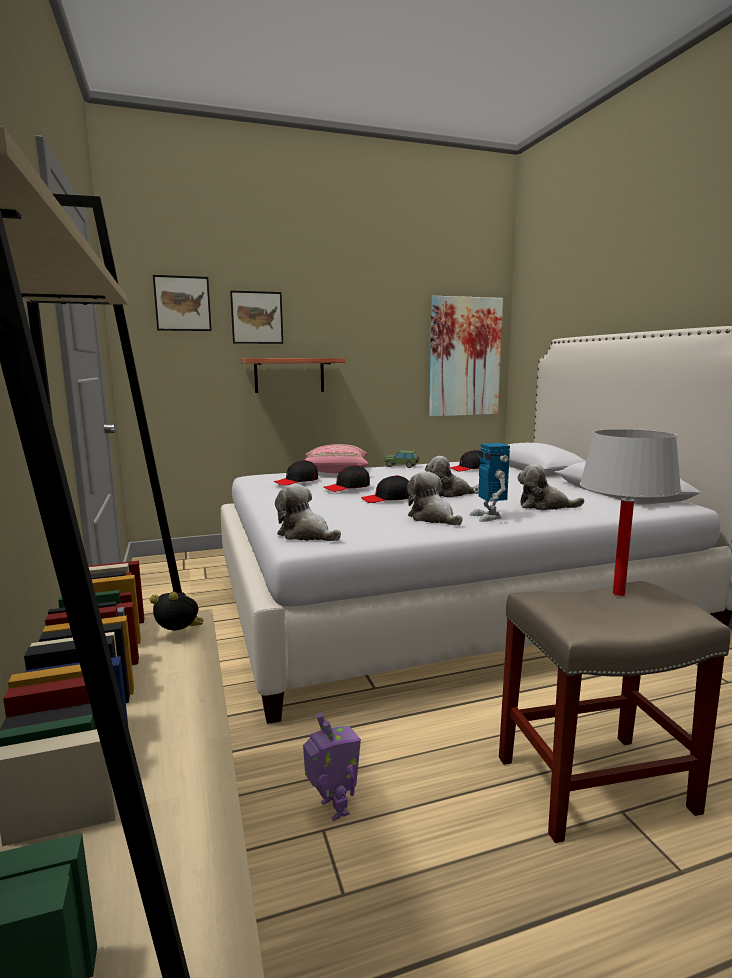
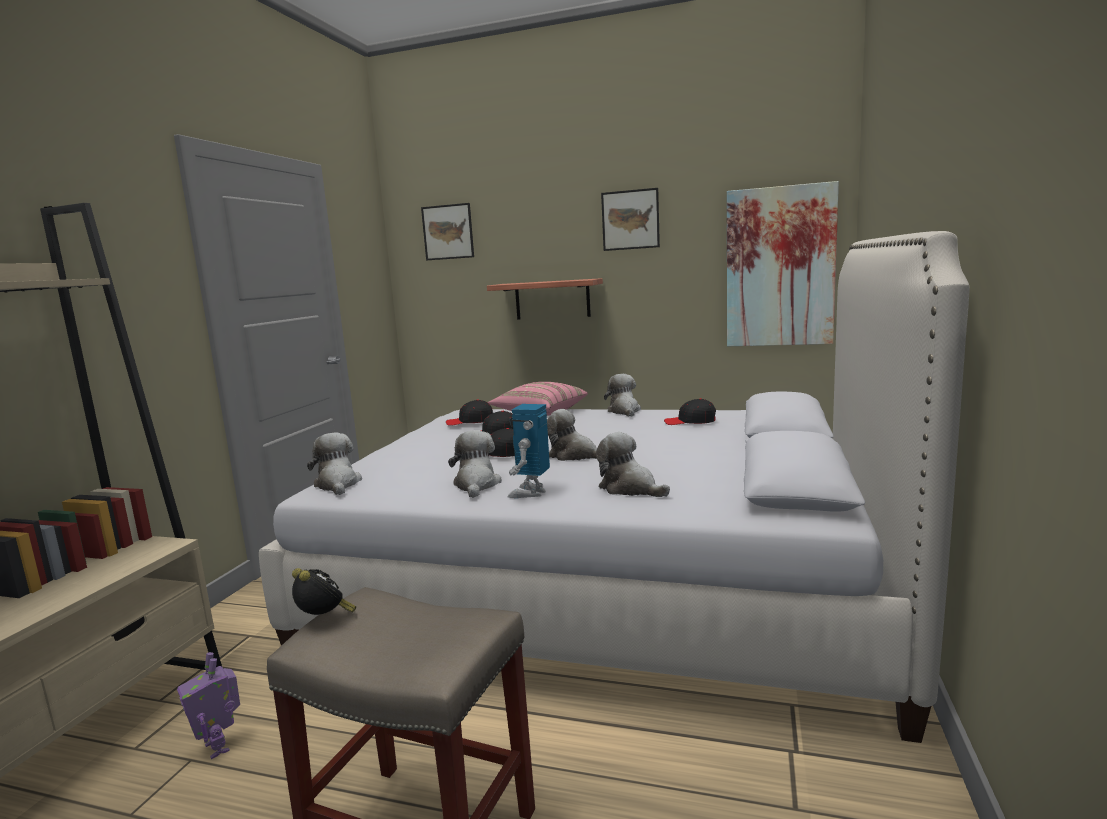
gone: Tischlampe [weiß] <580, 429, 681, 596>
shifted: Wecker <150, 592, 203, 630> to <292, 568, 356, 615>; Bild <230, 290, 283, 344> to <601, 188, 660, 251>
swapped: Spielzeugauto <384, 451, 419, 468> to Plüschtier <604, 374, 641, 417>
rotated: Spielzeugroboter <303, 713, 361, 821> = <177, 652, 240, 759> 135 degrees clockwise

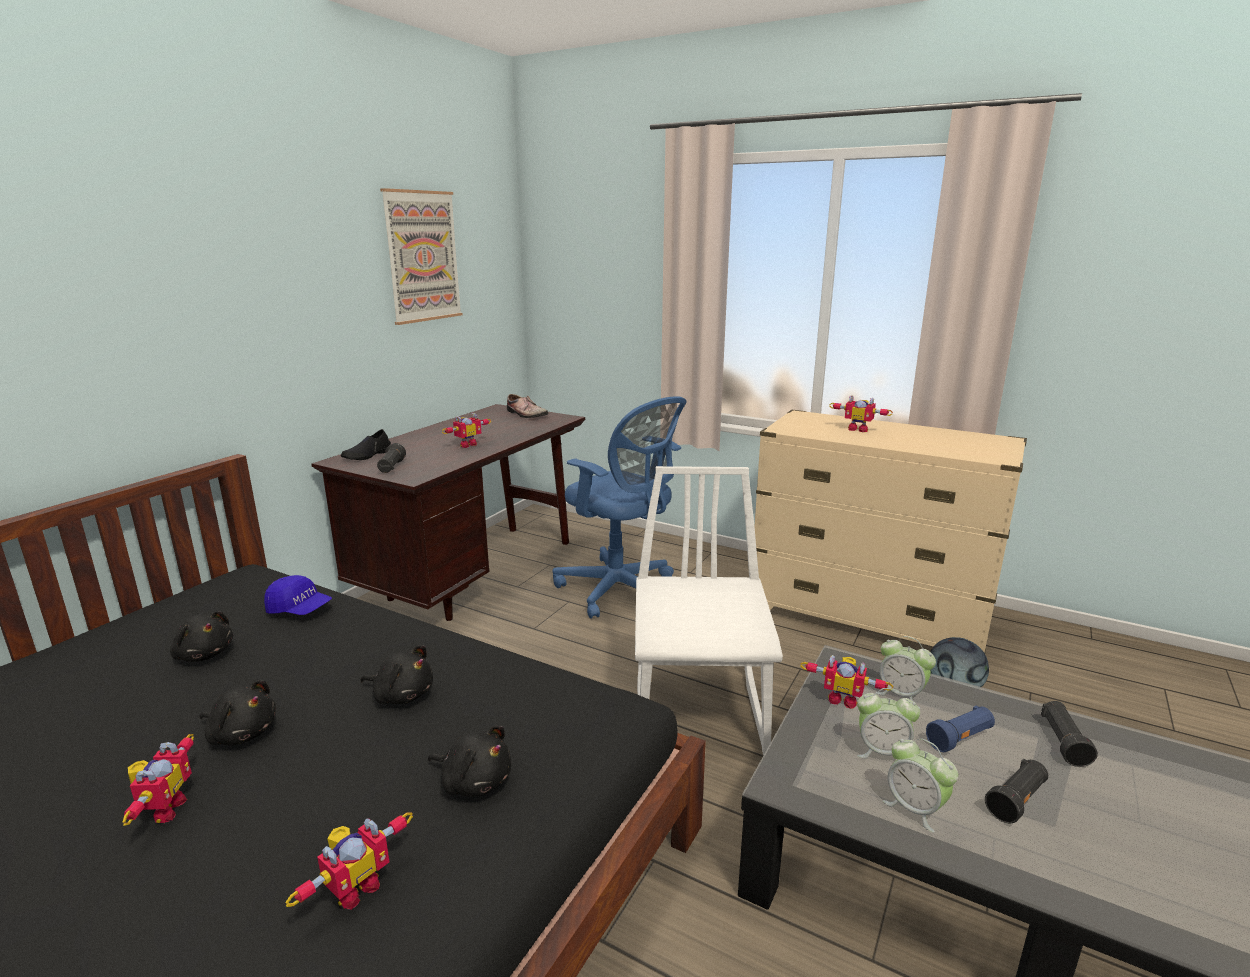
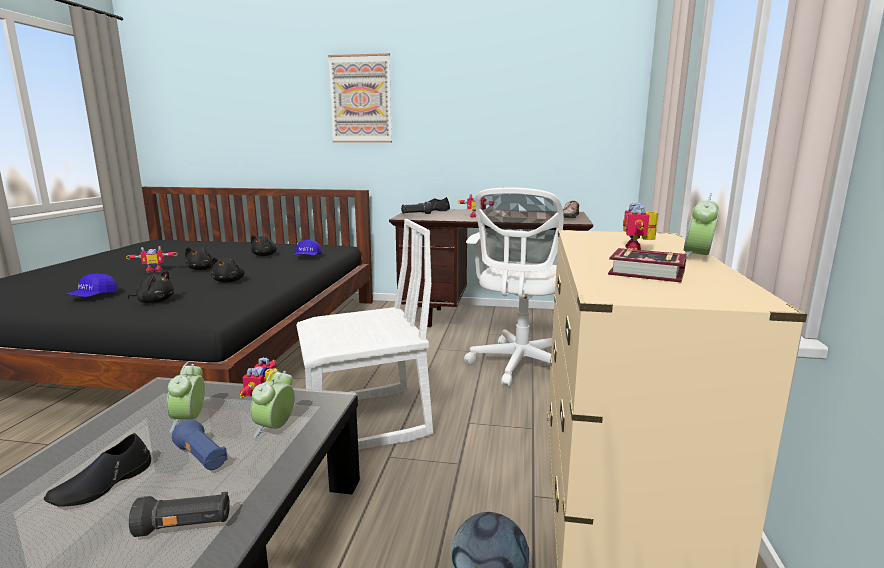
new: Buch <608, 248, 687, 282>
shifted: Bild <380, 188, 463, 325> to <328, 53, 392, 142>; Wecker <883, 738, 958, 833> to <684, 193, 719, 260>
swapped: Spielzeugroboter <285, 812, 413, 910> to Kappe [blau] <65, 273, 118, 297>; Taschenlampe [schwarz] <985, 759, 1048, 823> to Schuh [schwarz] <44, 433, 151, 507>
repainted: Bürostuhl [blau] <553, 396, 686, 619> to Bürostuhl [weiß] <464, 187, 564, 387>
rotated: Plüschtier [schwarz] <428, 726, 511, 797> = <127, 271, 174, 303> 90 degrees counterclockwise

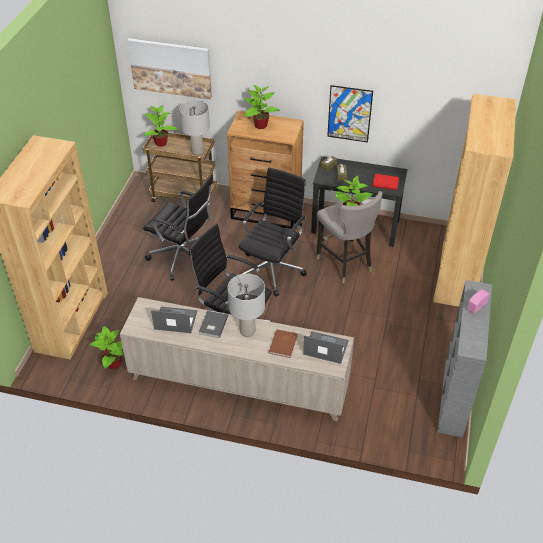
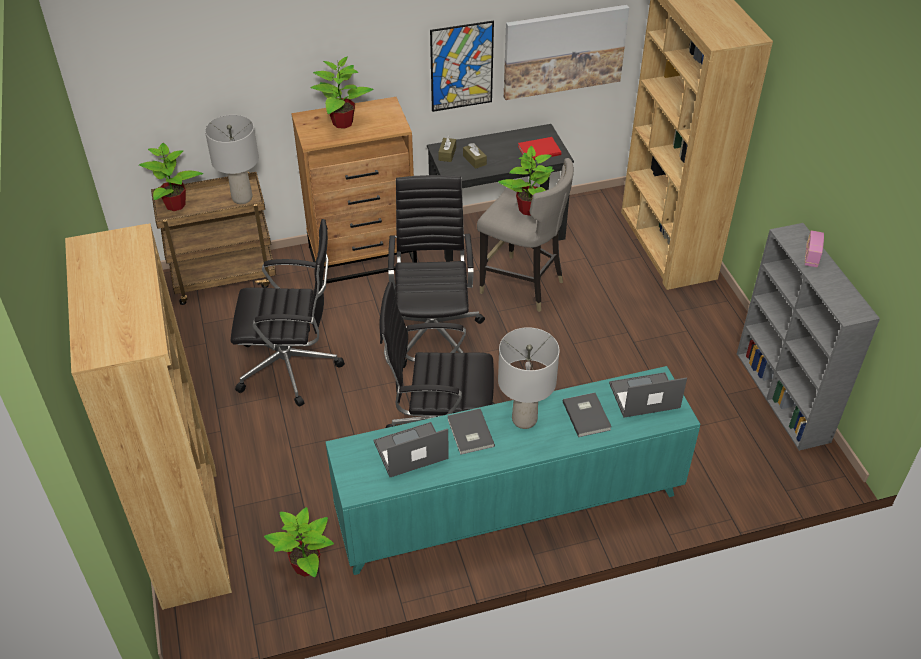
shifted: Bild <127, 38, 212, 100> to <504, 5, 629, 100>
repainted: Schrank [beige] <120, 297, 354, 422> to Schrank [türkis] <325, 366, 700, 575>; Buch [braun] <269, 329, 298, 358> to Buch [grau] <563, 393, 612, 437>

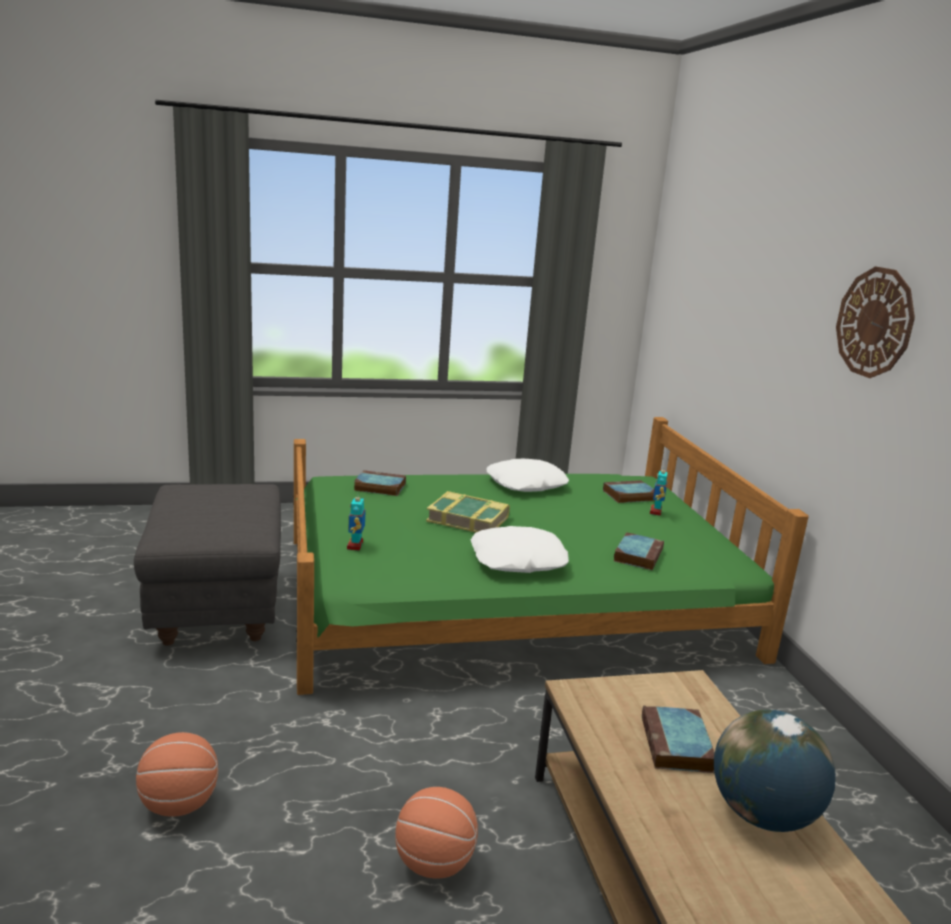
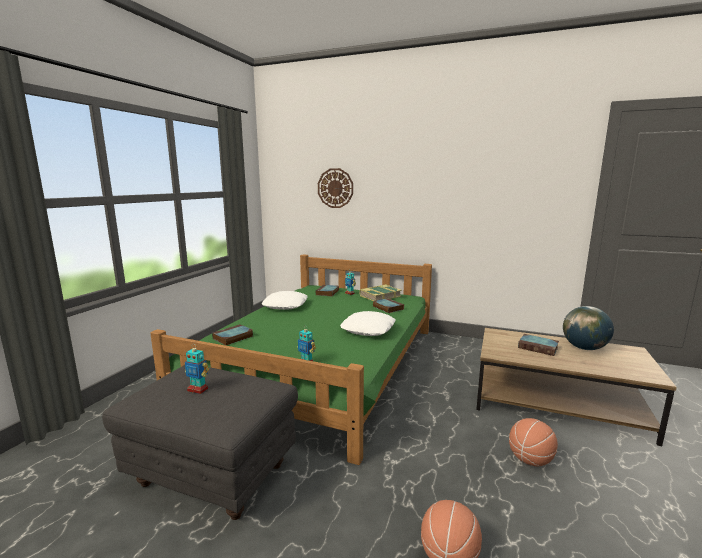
new: Spielzeugroboter <185, 347, 209, 394>
shifted: Buch <426, 491, 510, 533> to <359, 284, 402, 301>; Wanduhr <836, 267, 915, 378> to <318, 168, 353, 208>

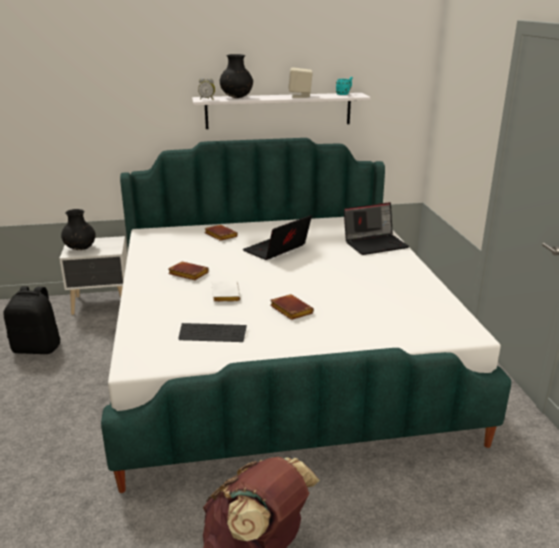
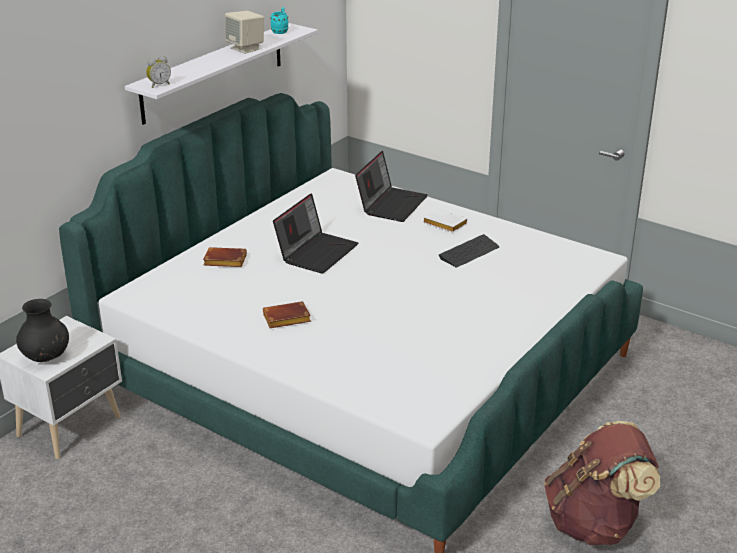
gone: Rucksack [schwarz] <3, 286, 61, 354>; Vase [schwarz] <220, 54, 253, 98>; Buch [braun] <270, 294, 314, 320>
shifted: Tastatur <178, 323, 247, 342> to <439, 234, 499, 267>; Buch [weiß] <212, 281, 241, 302> to <423, 209, 468, 233>
rotated: Laptop <243, 215, 312, 260> = <273, 193, 358, 274> 150 degrees counterclockwise

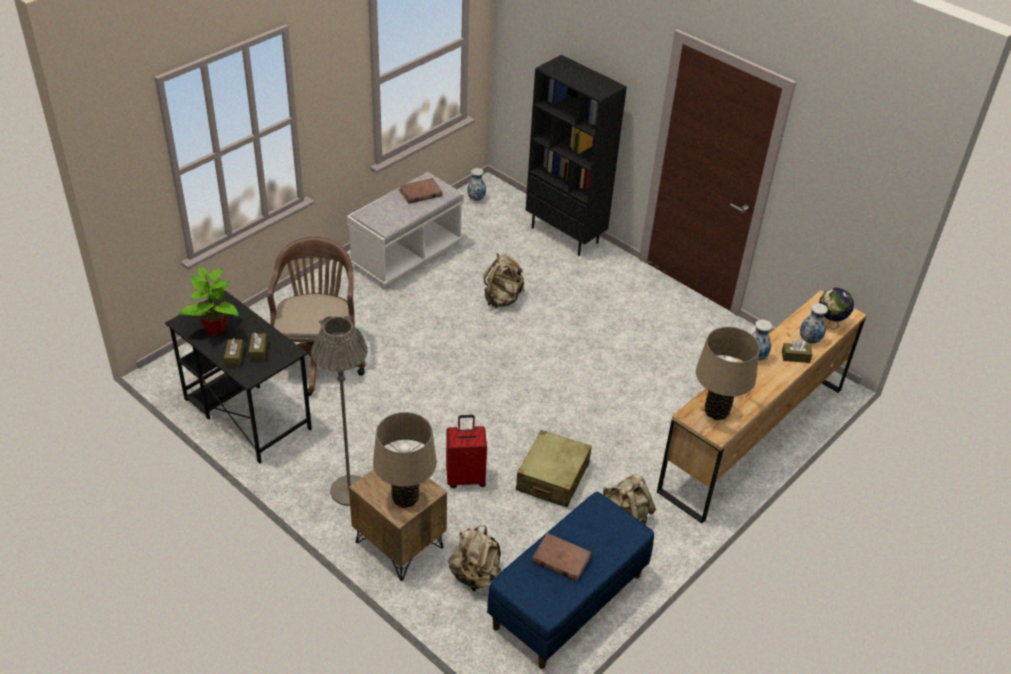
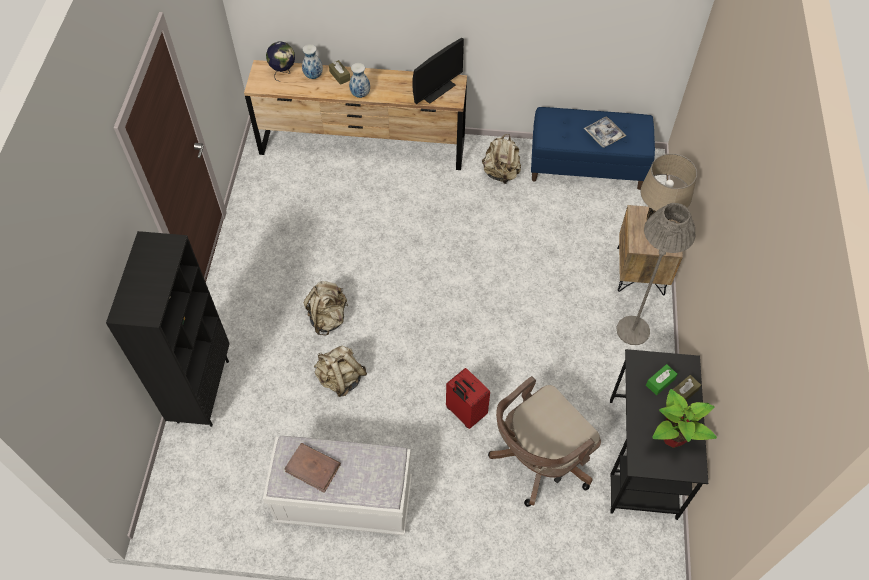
gone: Vase <467, 168, 486, 201>; Koffer [beige] <516, 430, 591, 508>
shifted: Koffer [rot] <446, 415, 487, 488> to <446, 368, 490, 429>; Rucksack [beige] <448, 525, 501, 592> to <304, 281, 348, 336>
swapped: Buch [braun] <532, 533, 591, 581> to Tablett <584, 116, 626, 148>; Tischlampe [beige] <696, 327, 760, 420> to Monitor <412, 38, 464, 104>
repainted: Taschentuchbox [braun] <249, 333, 267, 361> to Taschentuchbox [grün] <646, 364, 678, 395>

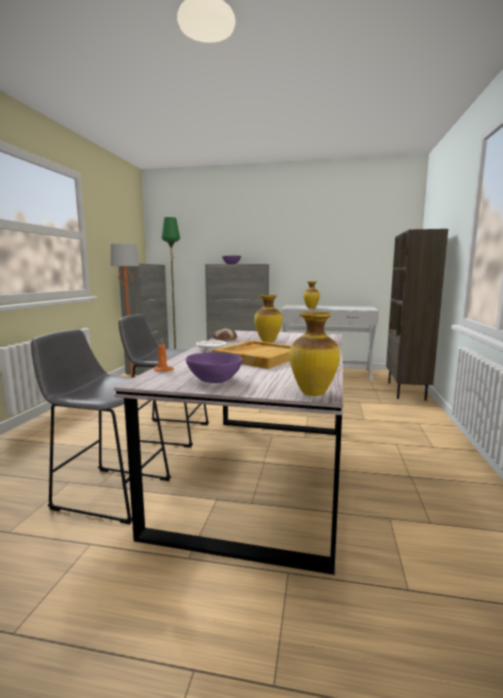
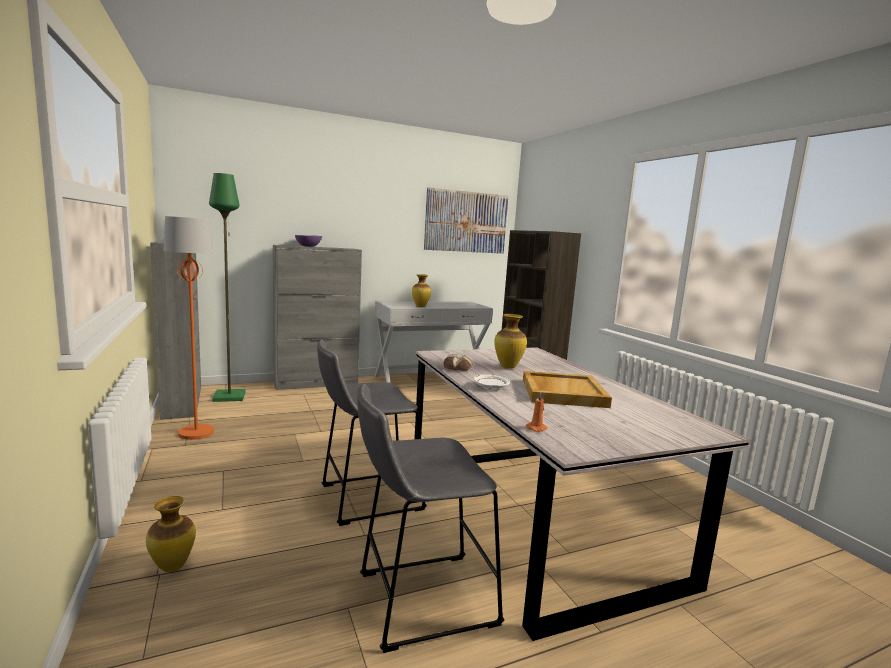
gone: Schüssel [lila] <186, 352, 243, 383>
new: Bild <424, 187, 508, 254>
shifted: Vase <289, 312, 340, 396> to <146, 496, 196, 572>

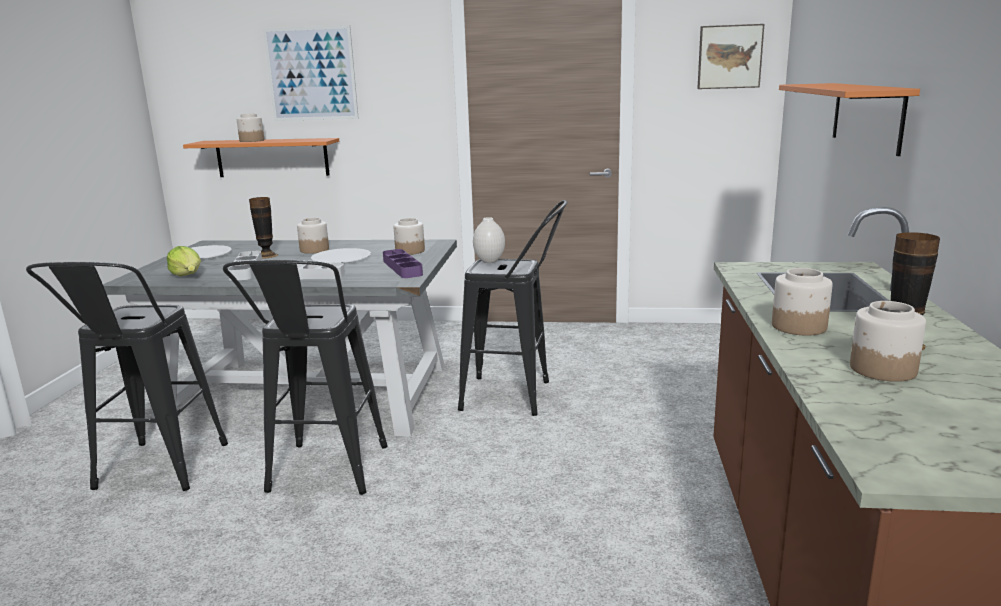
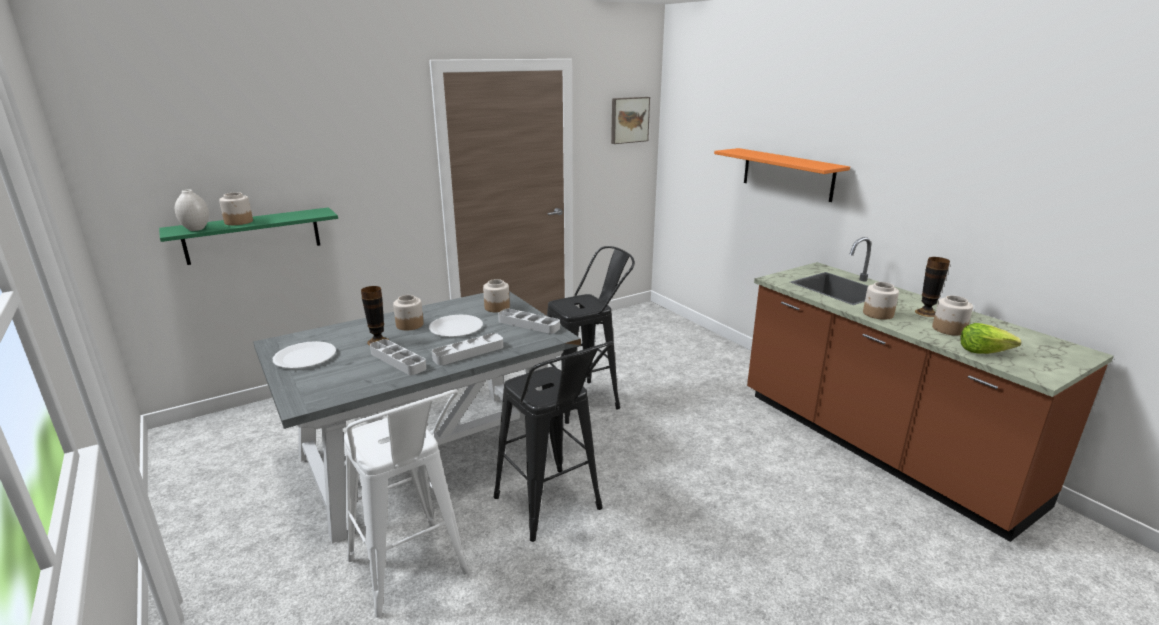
gone: Bild <263, 25, 359, 121>
shifted: Salatkopf <167, 246, 201, 276> to <961, 323, 1021, 354>; Vase [weiß] <473, 217, 505, 263> to <175, 190, 209, 231>
repainted: Hocker [schwarz] <26, 262, 228, 491> to Hocker [weiß] <344, 389, 469, 618>; Wandregal [orange] <183, 138, 339, 177> to Wandregal [grün] <159, 207, 338, 265>; Tablett [lila] <383, 249, 423, 278> to Tablett [grau] <498, 309, 560, 334>

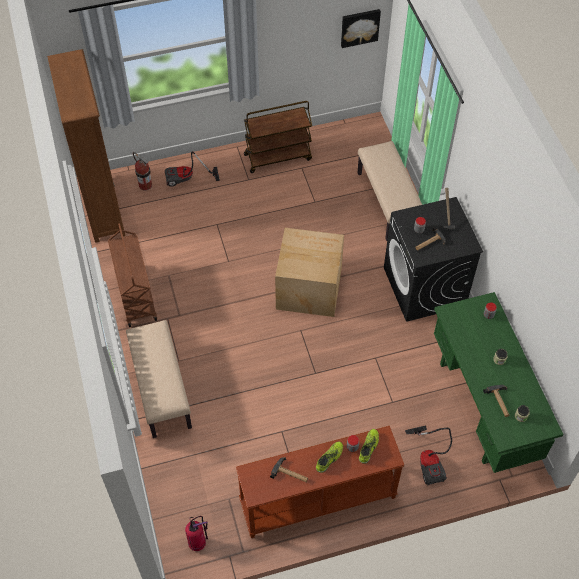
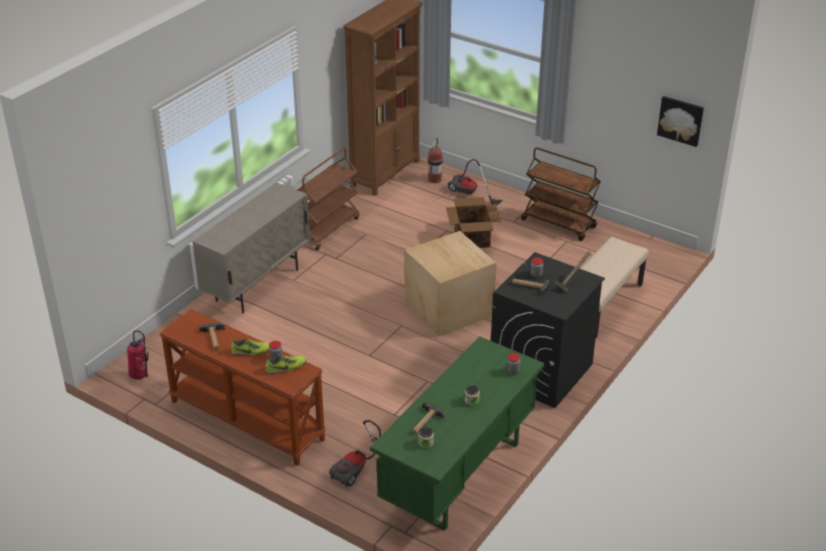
new: Karton <446, 197, 501, 248>
swapped: Bank [beige] <126, 320, 192, 438> to Schrank [beige] <192, 182, 310, 313>

